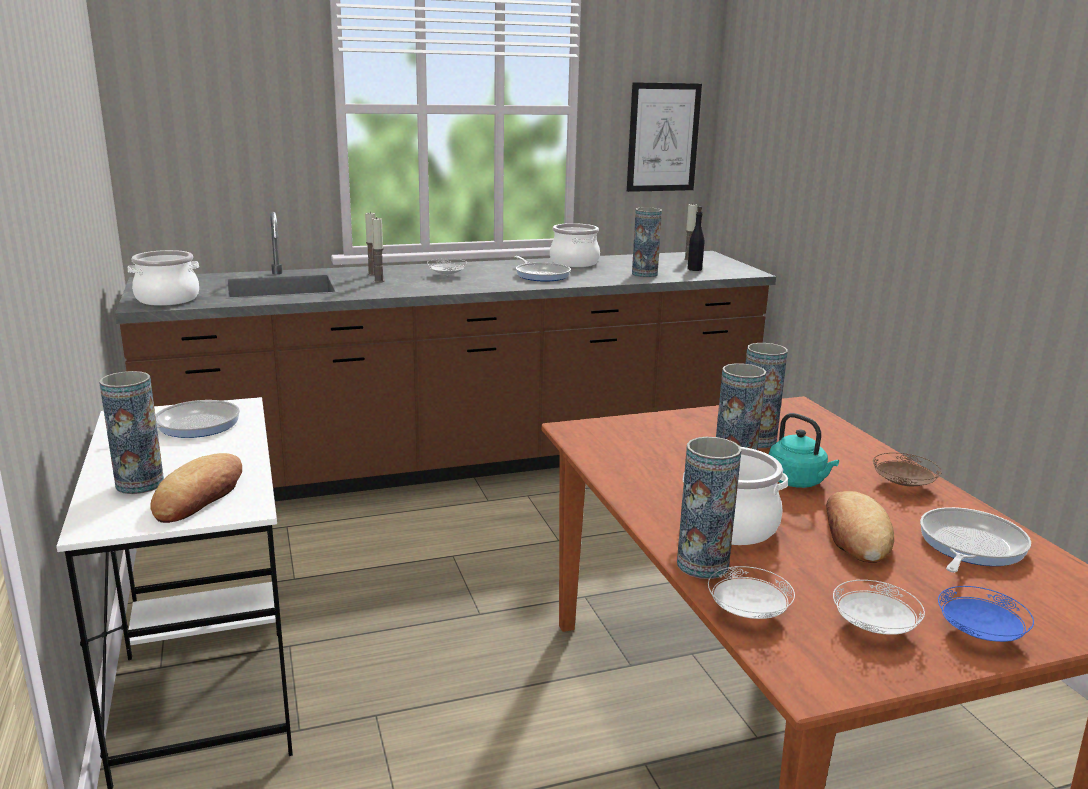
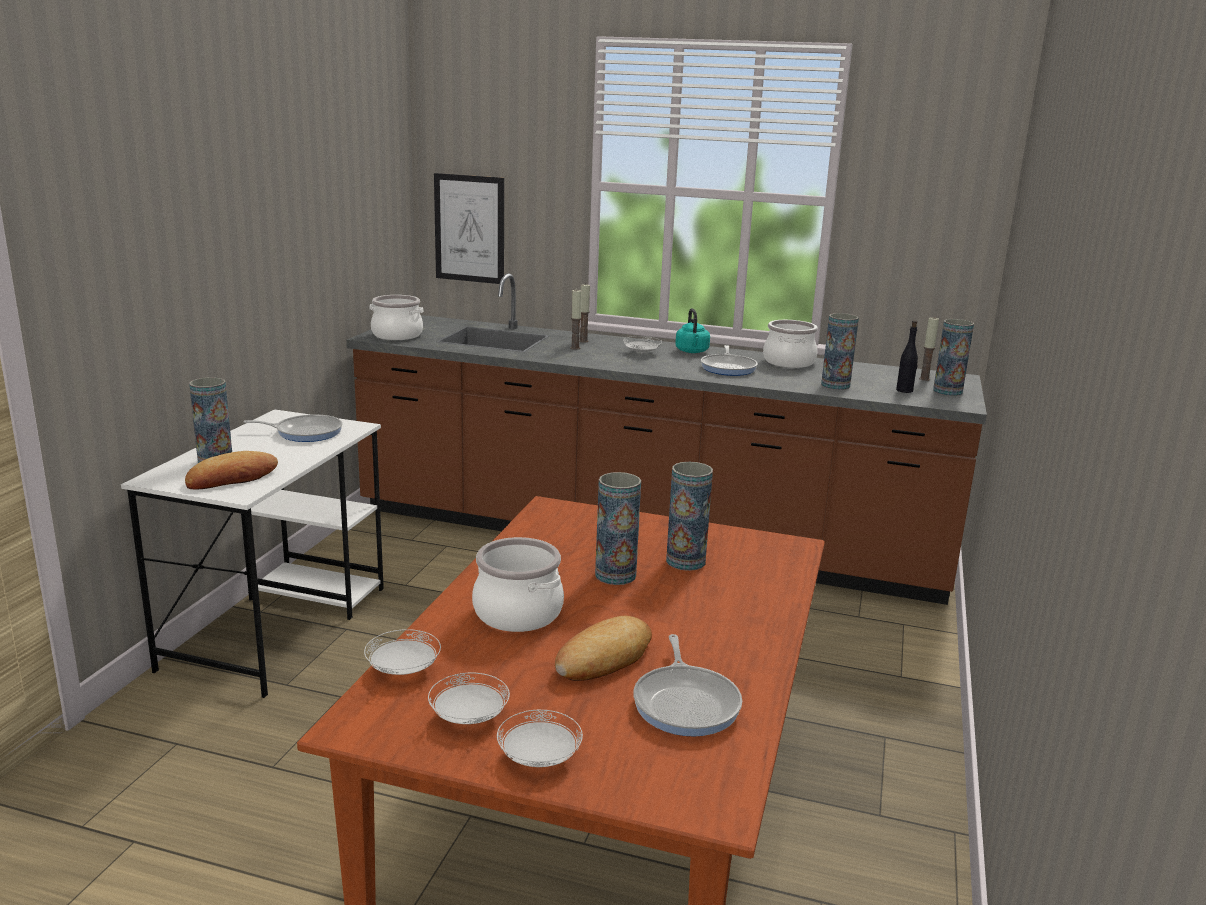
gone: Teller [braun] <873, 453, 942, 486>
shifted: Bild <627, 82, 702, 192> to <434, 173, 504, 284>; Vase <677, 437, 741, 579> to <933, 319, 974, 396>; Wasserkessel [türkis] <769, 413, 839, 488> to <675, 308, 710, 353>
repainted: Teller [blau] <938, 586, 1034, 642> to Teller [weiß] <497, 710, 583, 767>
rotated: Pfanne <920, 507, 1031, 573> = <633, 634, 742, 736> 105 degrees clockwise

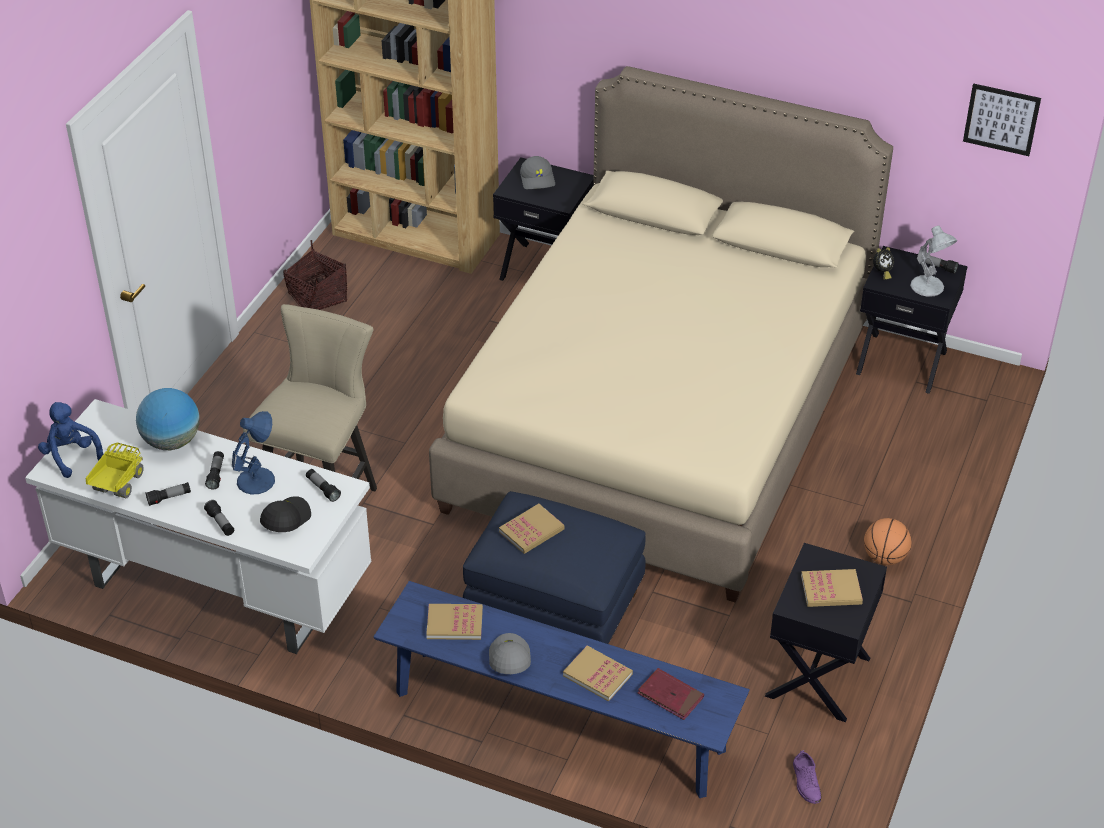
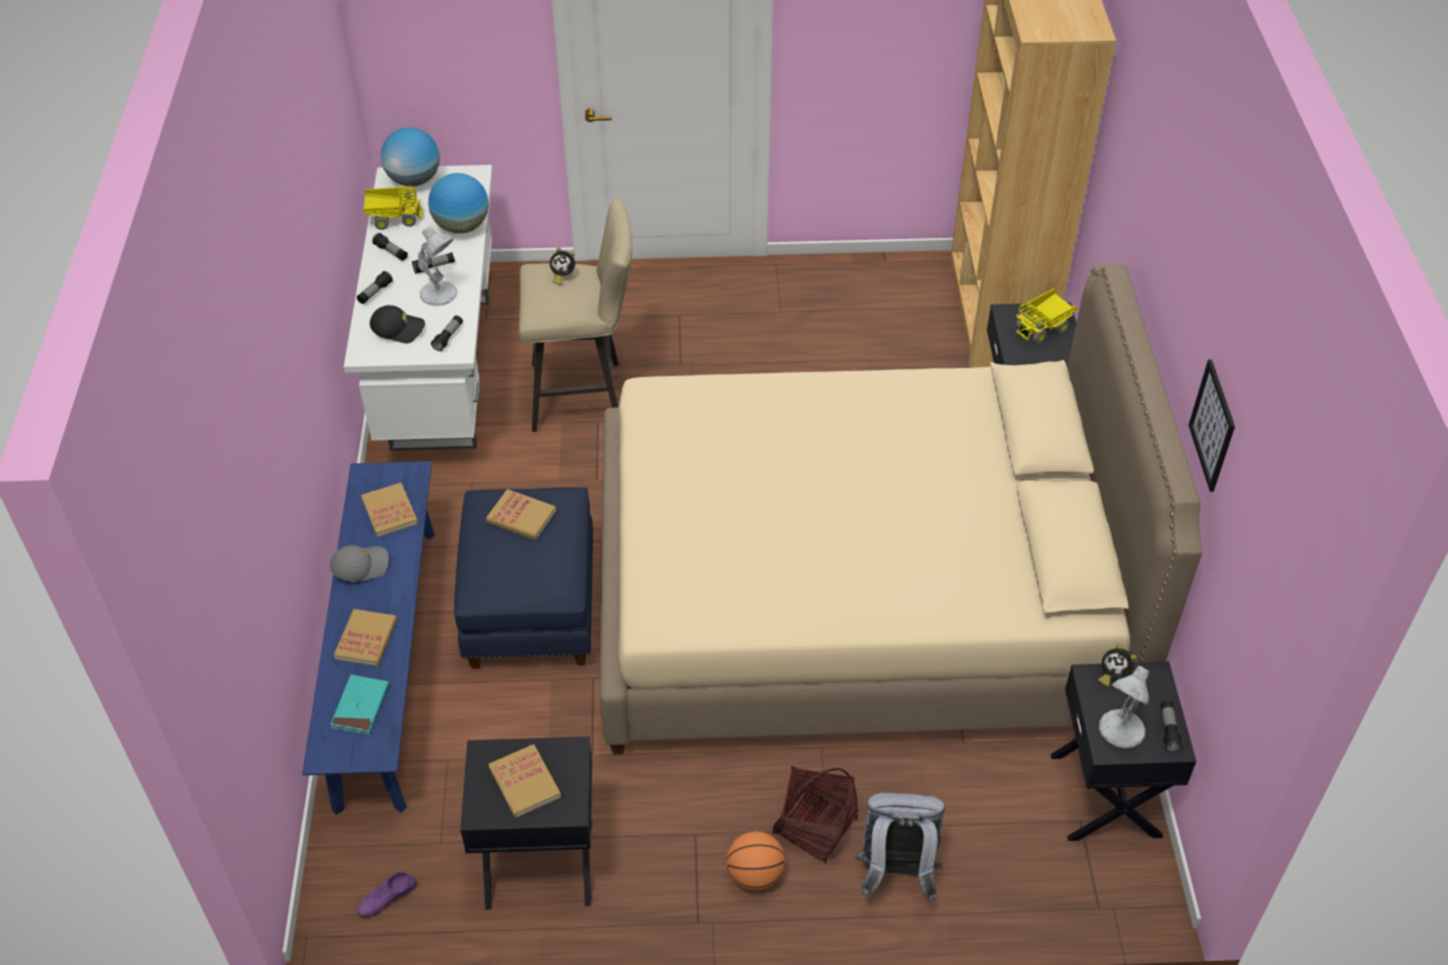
new: Wecker <550, 248, 575, 285>; Rucksack [grau] <855, 792, 945, 903>
shifted: Korb <283, 240, 347, 310> to <773, 766, 858, 863>; Bild <963, 83, 1041, 156> to <1189, 359, 1235, 492>
swapped: Plüschtier [blau] <38, 402, 103, 478> to Globus <381, 127, 440, 187>; Kappe [grau] <520, 156, 555, 189> to Spielzeuglaster <1016, 288, 1077, 344>
repainted: Tischlampe [blau] <232, 411, 275, 494> to Tischlampe [weiß] <418, 227, 457, 306>; Buch [rot] <638, 668, 704, 720> to Buch [türkis] <330, 675, 389, 735>

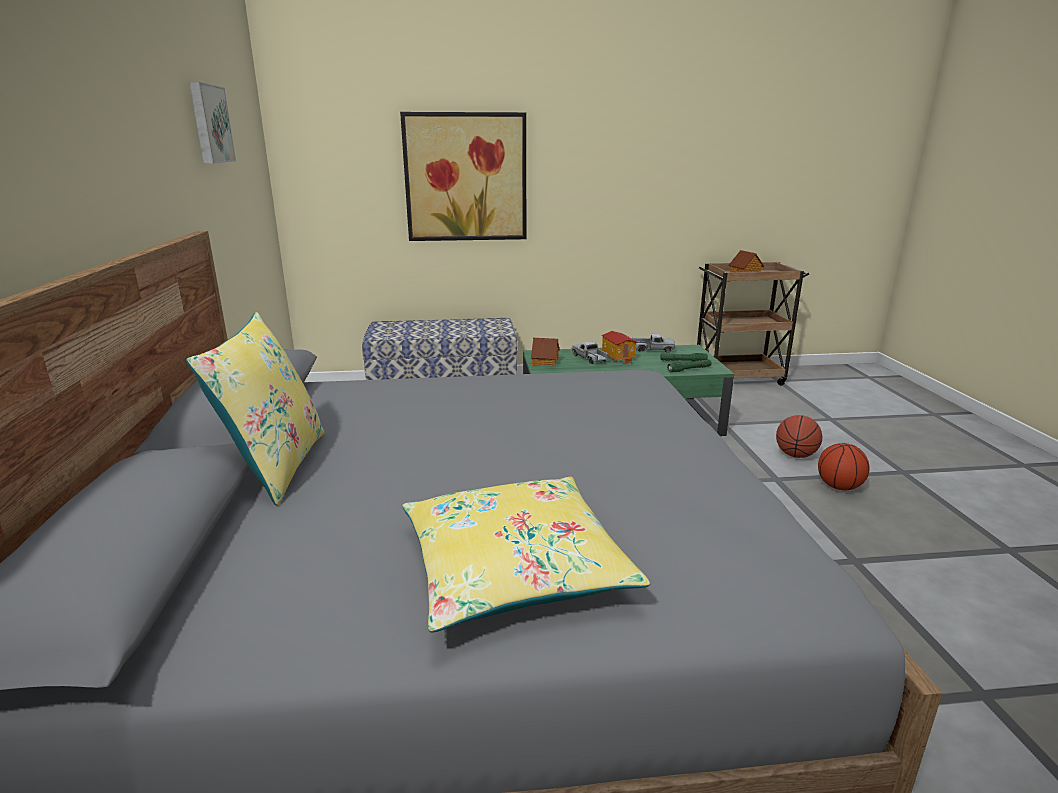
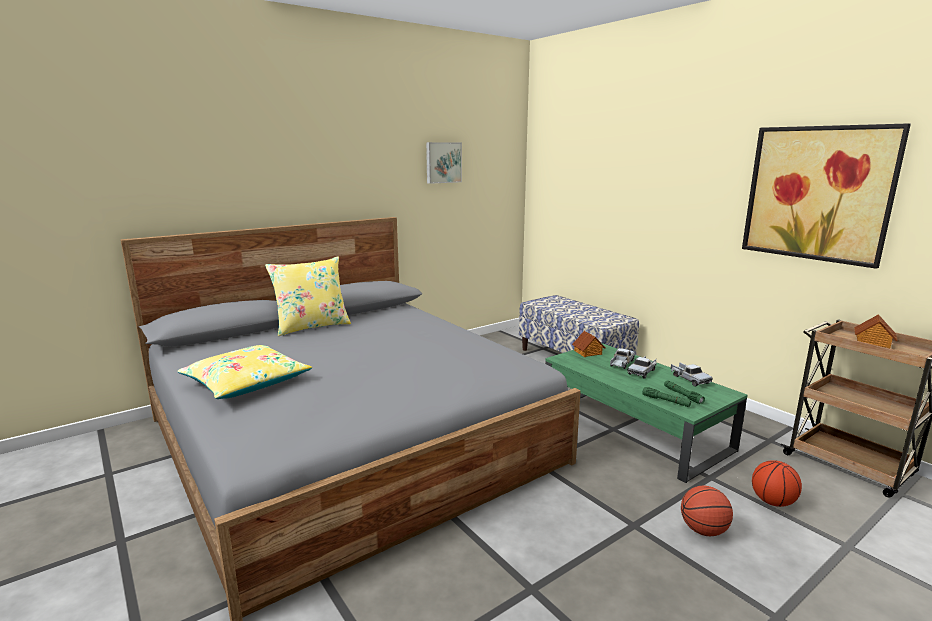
shifted: Bild <400, 112, 526, 241> to <742, 123, 911, 269>; Basketball <818, 443, 869, 490> to <752, 460, 802, 507>
swapped: Spielzeughaus <601, 331, 638, 364> to Spielzeuglaster <627, 356, 657, 378>

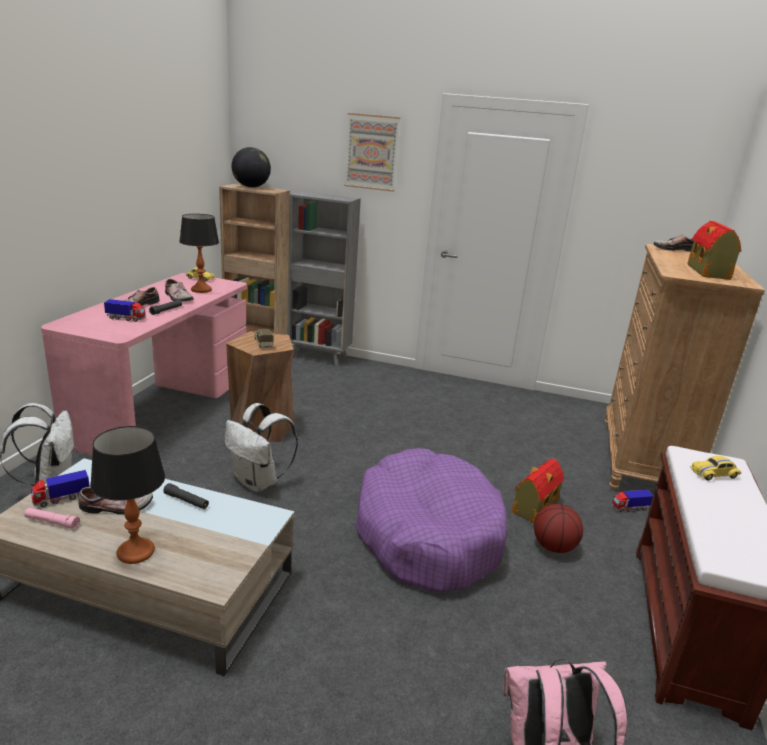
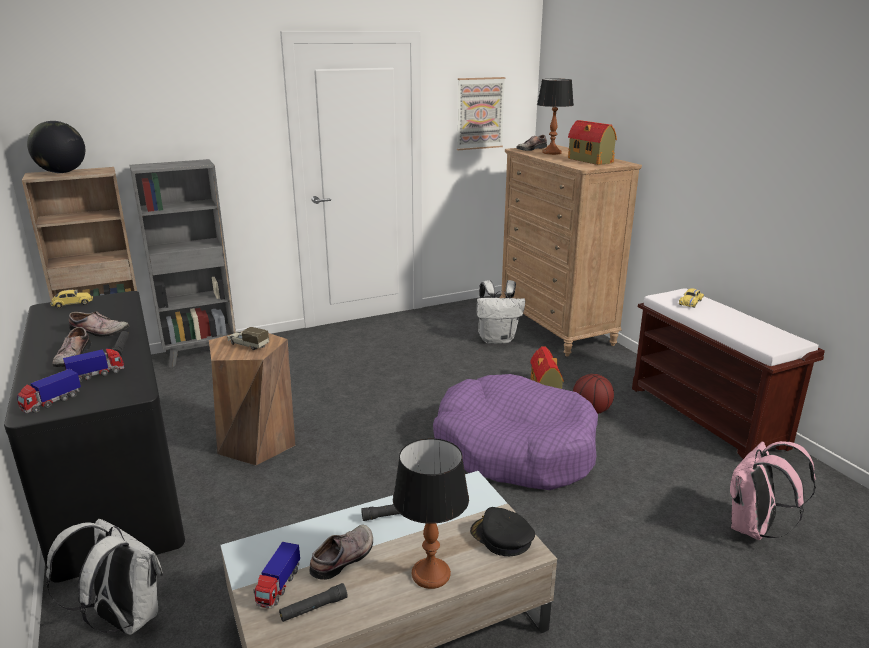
new: Kappe [schwarz] <470, 507, 535, 556>
shifted: Tischlampe <179, 214, 219, 293> to <537, 79, 574, 155>; Rucksack [weiß] <225, 403, 298, 492> to <477, 280, 525, 344>; Bild <344, 113, 400, 192> to <457, 77, 505, 150>; Spielzeuglaster <611, 490, 654, 512> to <17, 369, 81, 413>
repainted: Taschenlampe [rosa] <24, 508, 80, 529> to Taschenlampe [schwarz] <279, 583, 348, 622>; Schreibtisch [rosa] <41, 273, 247, 455> to Schreibtisch [schwarz] <4, 291, 185, 583>

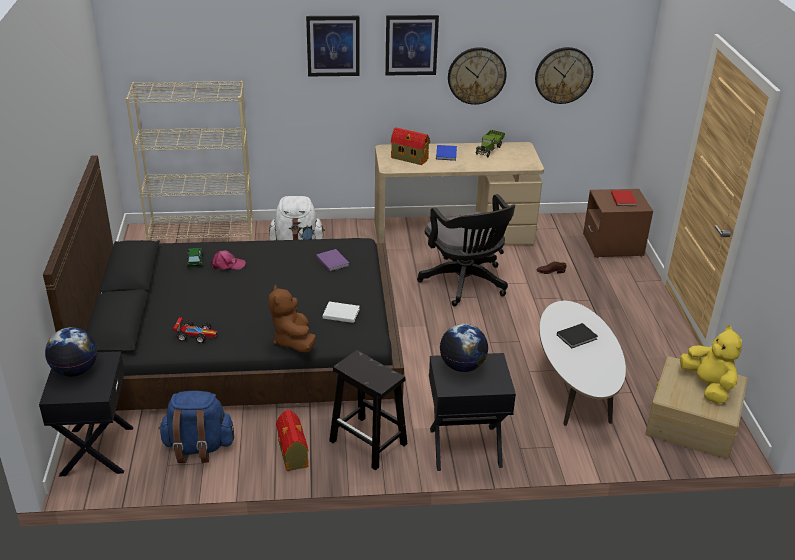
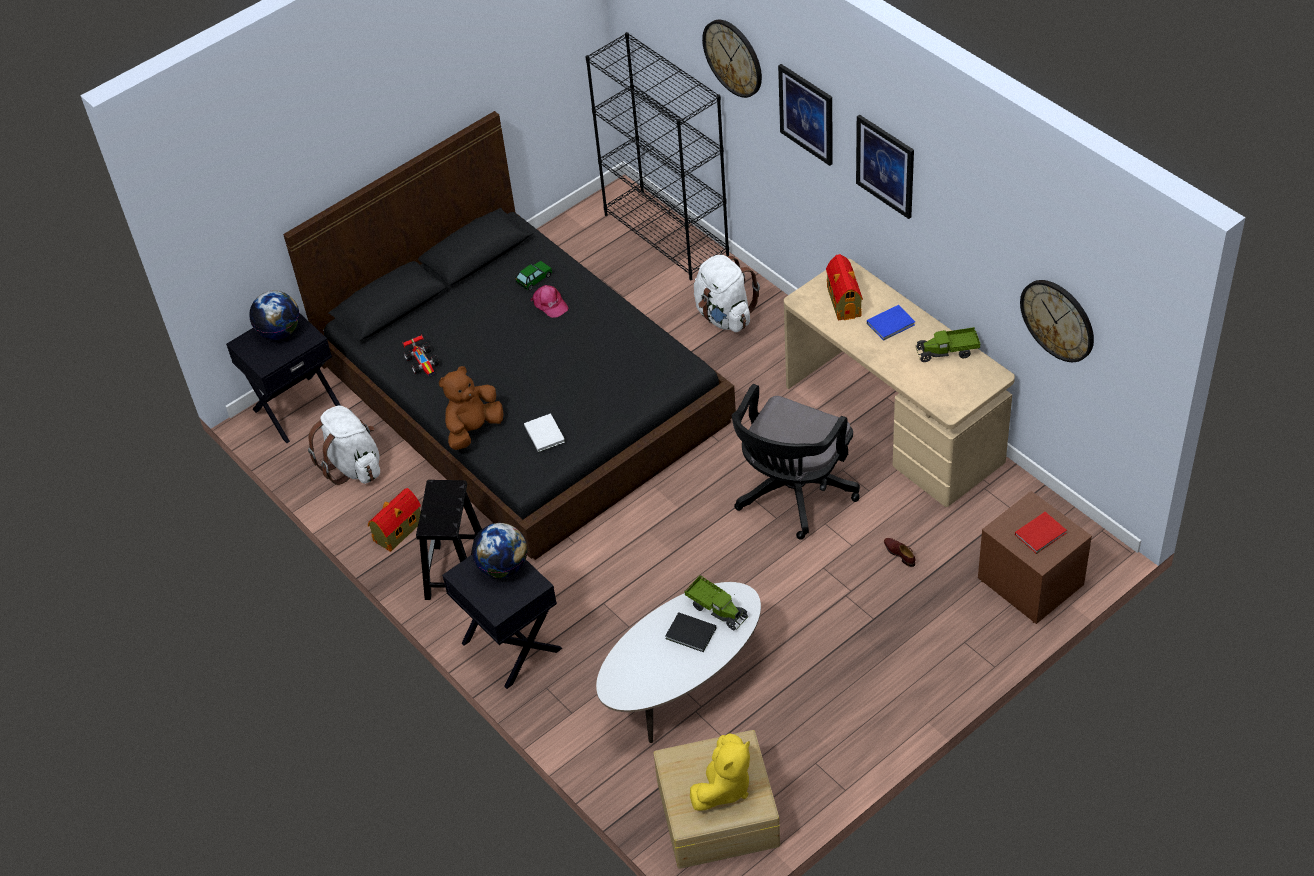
gone: Buch [lila] <316, 249, 349, 272>
new: Spielzeuglaster <684, 575, 749, 630>
shifted: Wanduhr <448, 47, 507, 105> to <702, 19, 762, 98>
repainted: Bücherregal [beige] <126, 81, 253, 241> to Bücherregal [schwarz] <585, 32, 729, 281>; Rucksack [blau] <158, 391, 234, 463> to Rucksack [weiß] <308, 405, 380, 485>

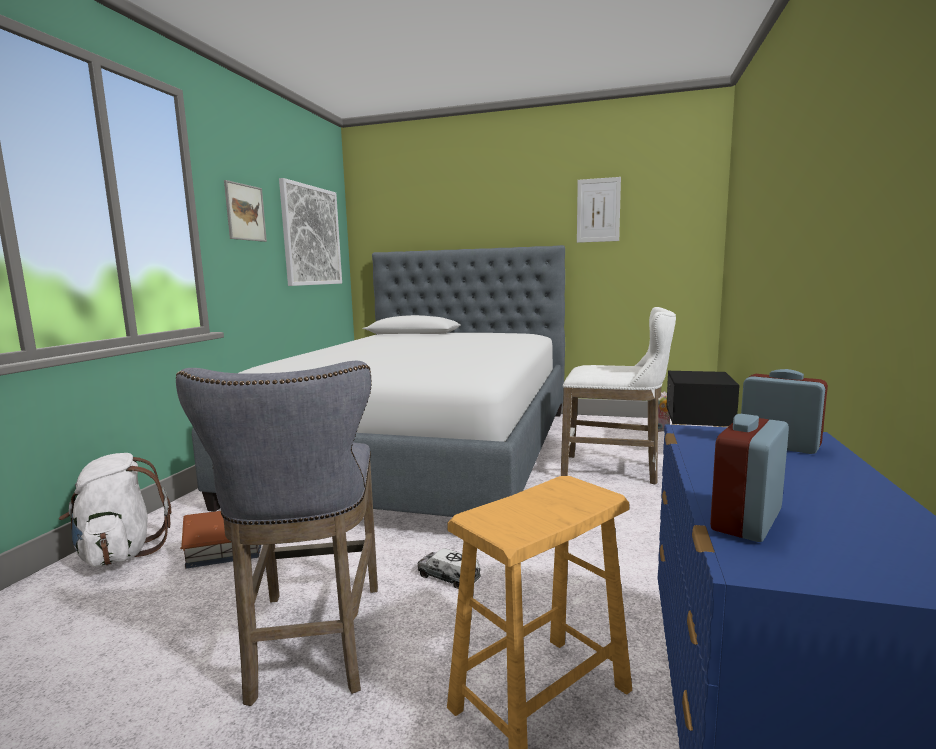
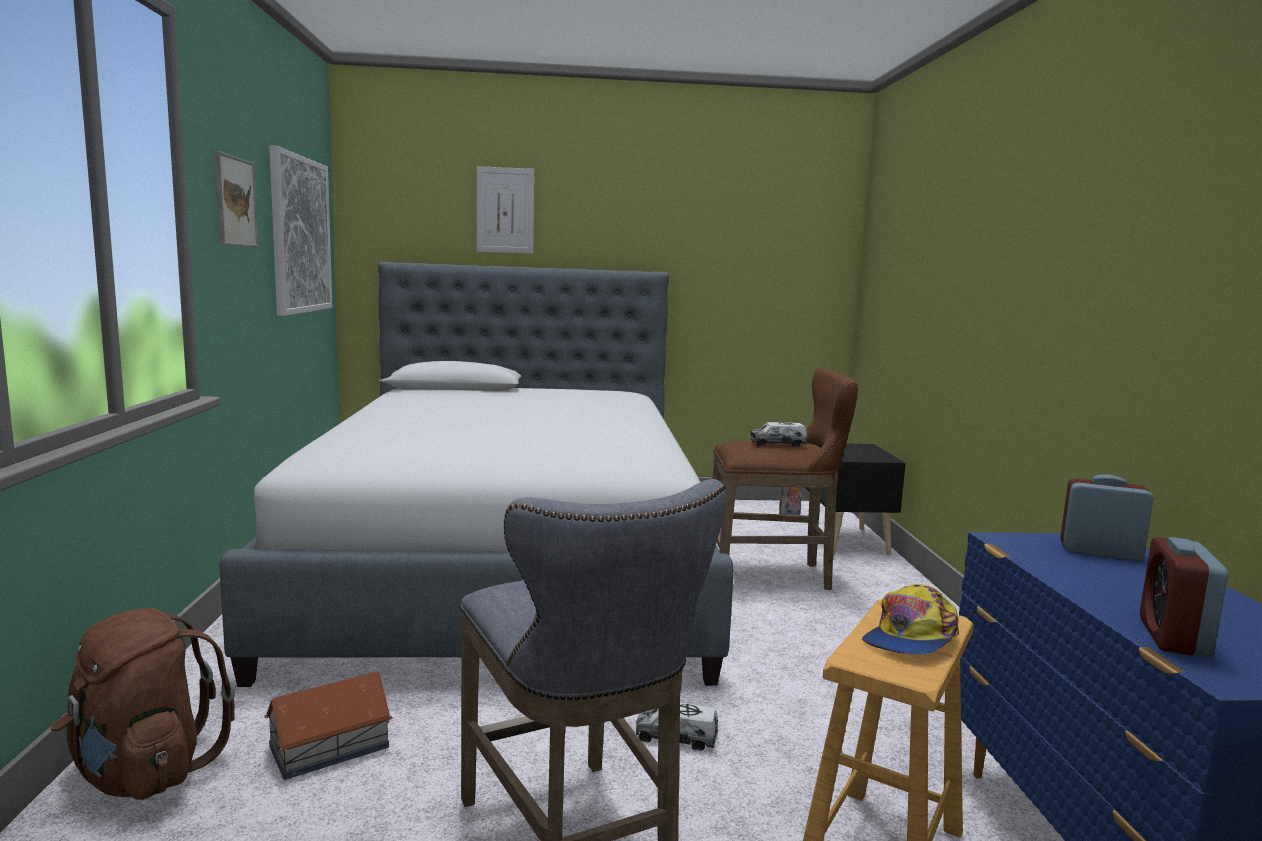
new: Spielzeuglaster <750, 422, 807, 447>; Kappe <862, 584, 959, 655>
shifted: Bild <577, 177, 621, 243> to <477, 166, 534, 254>
repainted: Rucksack [weiß] <58, 453, 171, 567> to Rucksack [braun] <51, 608, 235, 800>; Hocker [weiß] <561, 307, 676, 485> to Hocker [braun] <712, 368, 858, 590>

